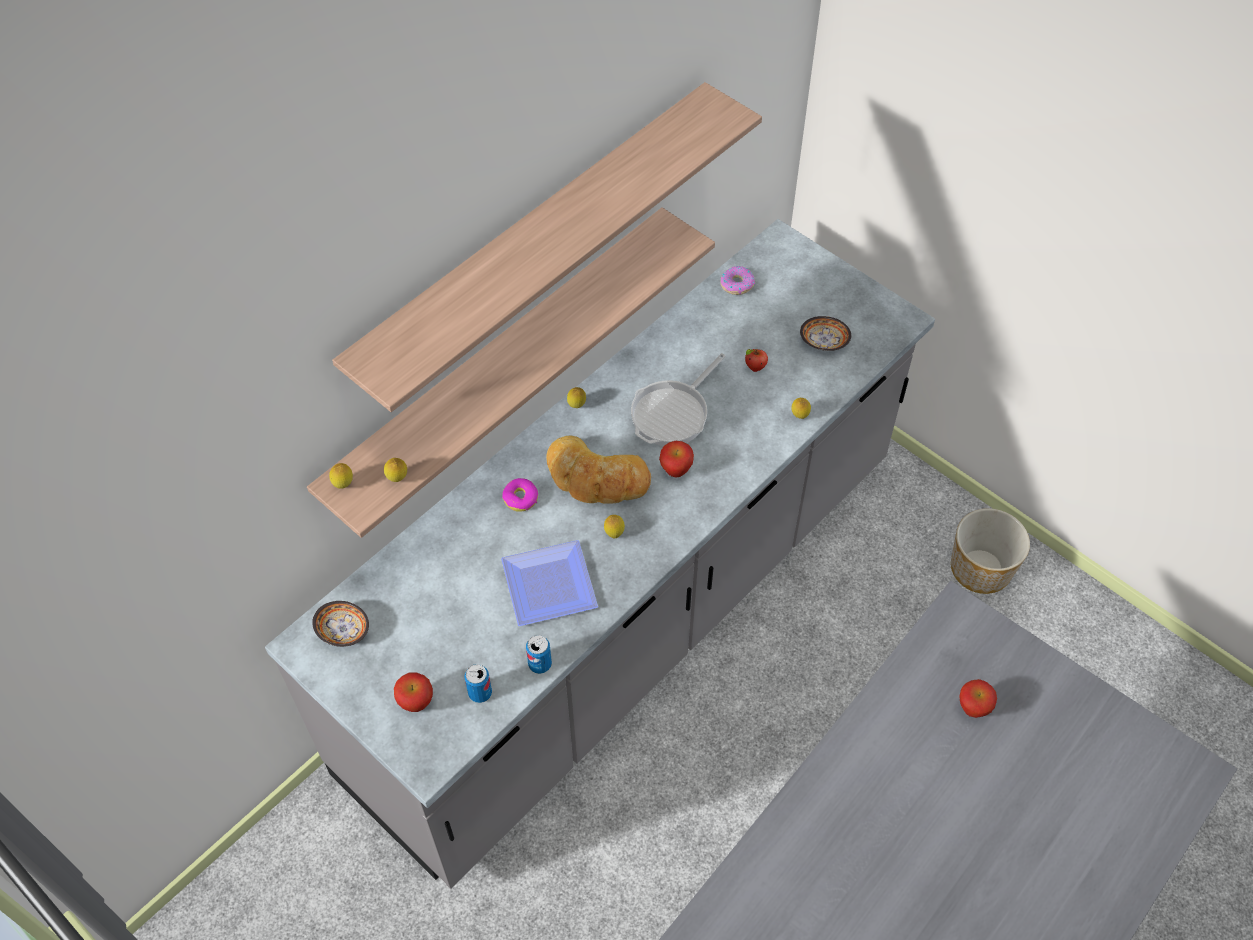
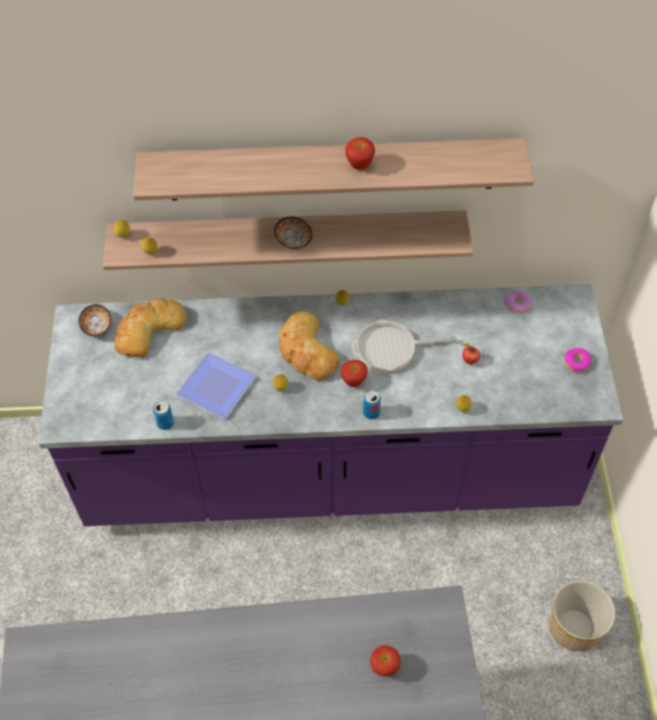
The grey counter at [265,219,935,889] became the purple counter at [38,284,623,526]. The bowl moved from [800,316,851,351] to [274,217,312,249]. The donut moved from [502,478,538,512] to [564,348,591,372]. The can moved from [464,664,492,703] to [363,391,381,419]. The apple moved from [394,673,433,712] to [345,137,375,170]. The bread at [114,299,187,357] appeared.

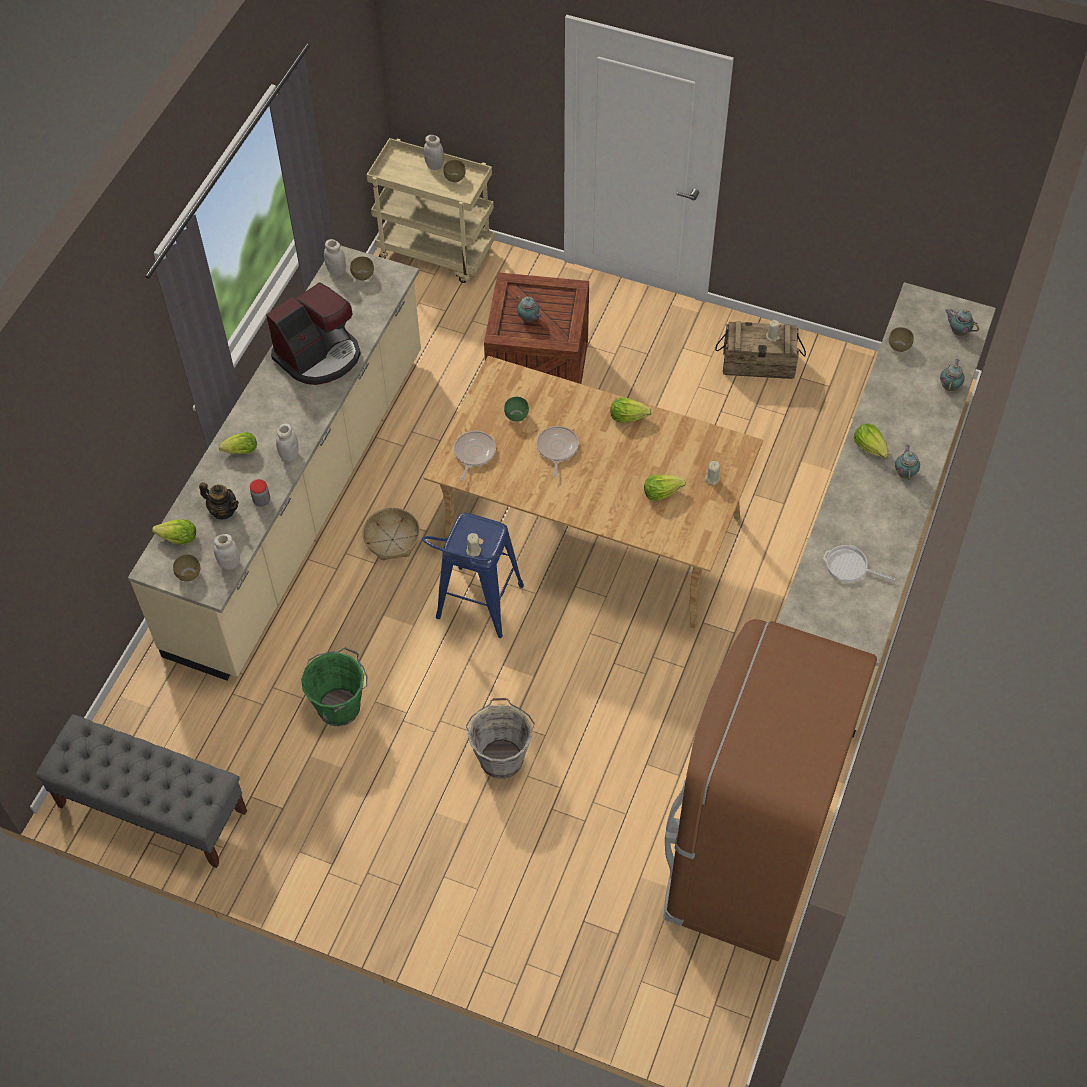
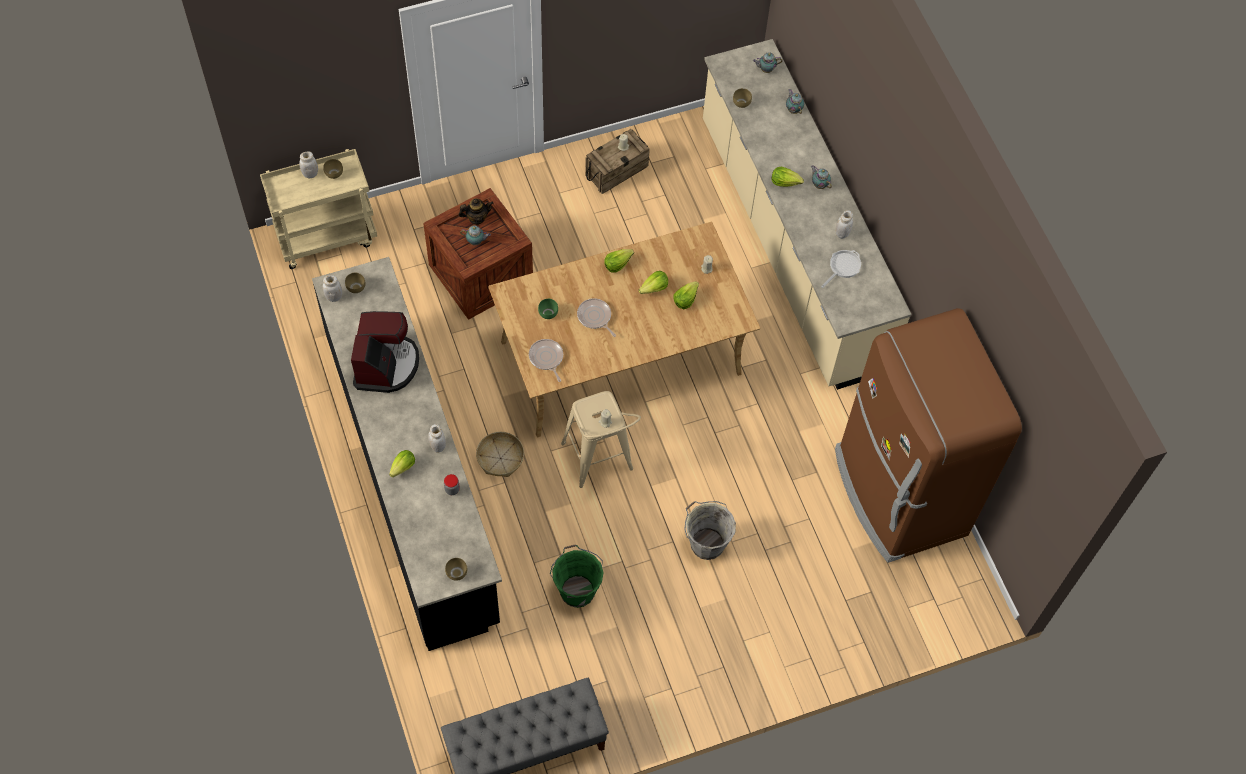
The beige counter at [128,245,421,681] became the black counter at [312,257,502,651]. The teapot moved from [199,482,239,519] to [458,199,493,225]. The blue stool at [422,513,524,638] became the beige stool at [561,391,641,488]. The lettuce moved from [152,519,196,545] to [638,271,668,294]. The white jar moved from [214,534,240,570] to [836,210,853,239]. The frying pan at [823,545,895,582] turned 150 degrees clockwise.

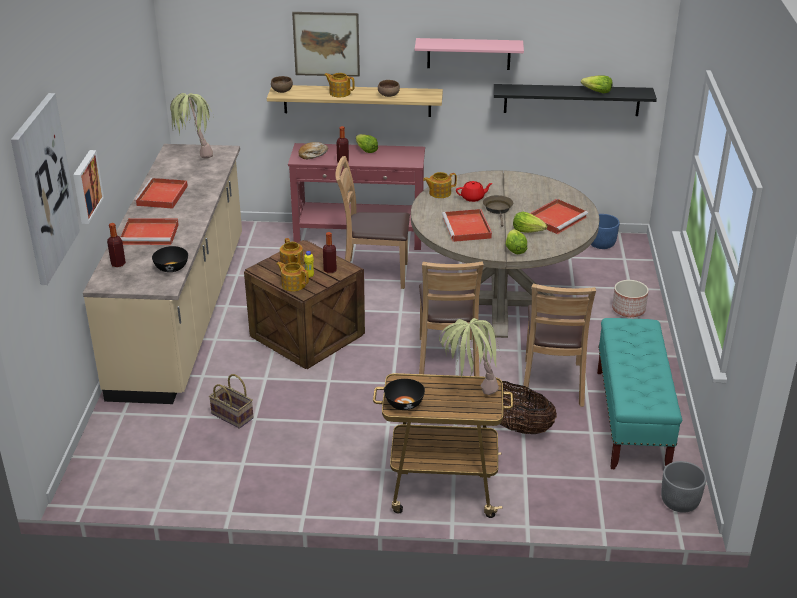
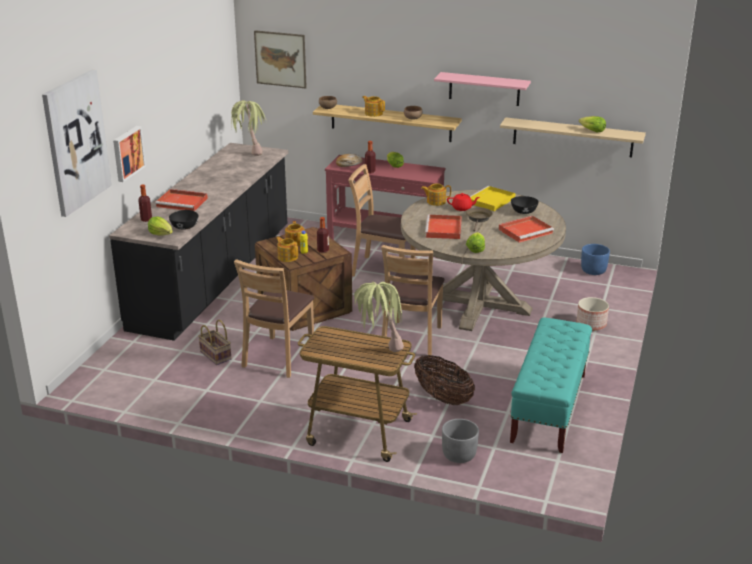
The picture moved from [292,12,360,77] to [254,30,307,88]. The black shelf at [494,84,657,116] became the beige shelf at [500,117,646,158]. The beige counter at [83,144,242,404] became the black counter at [109,143,288,341]. The red tray at [134,178,188,209] disappeared. The lettuce moved from [513,212,547,233] to [148,216,173,235]. The brown chair moved from [521,284,596,407] to [234,259,314,378]. The black bowl moved from [384,379,425,410] to [511,196,539,214]. The grey planter moved from [661,461,706,513] to [442,419,479,463]. The yellow tray at [470,186,515,211] appeared.

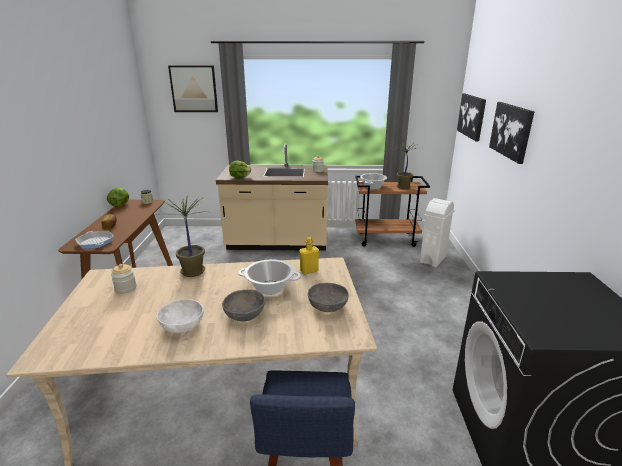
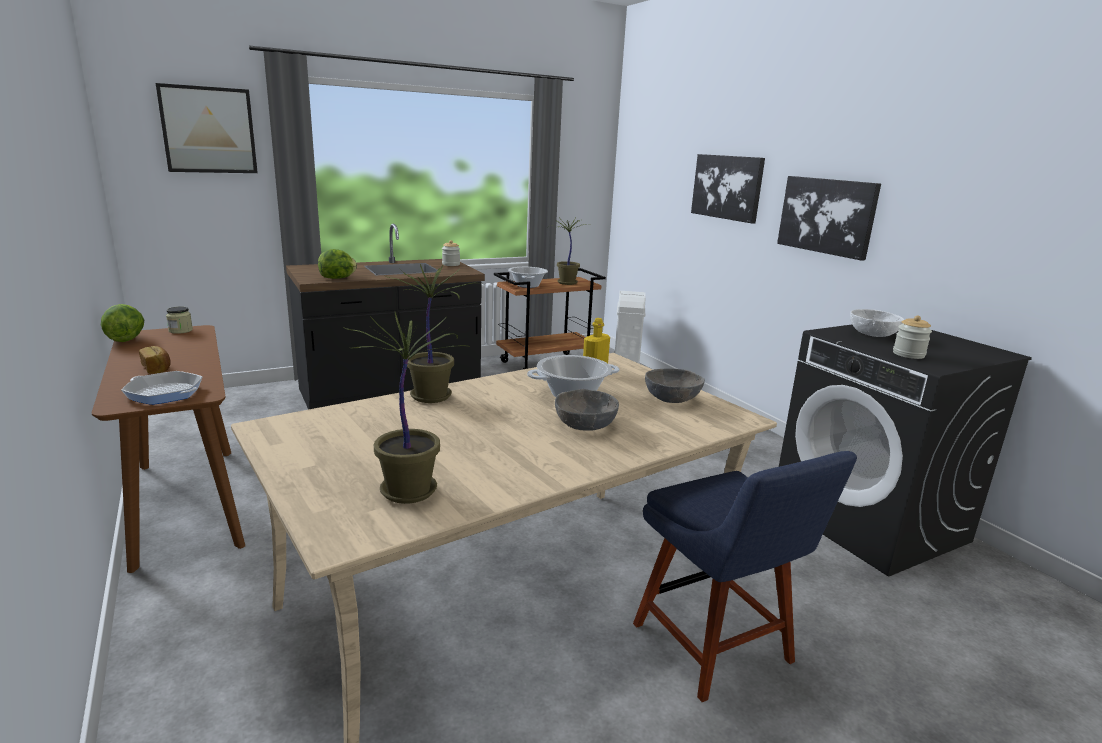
The picture moved from [457,93,486,141] to [777,176,881,261]. The beige counter at [216,144,328,251] became the black counter at [286,224,485,410]. The jar moved from [111,264,137,294] to [893,315,932,359]. The white bowl moved from [156,299,204,333] to [850,309,904,337]. The potted plant at [344,312,467,504] appeared.

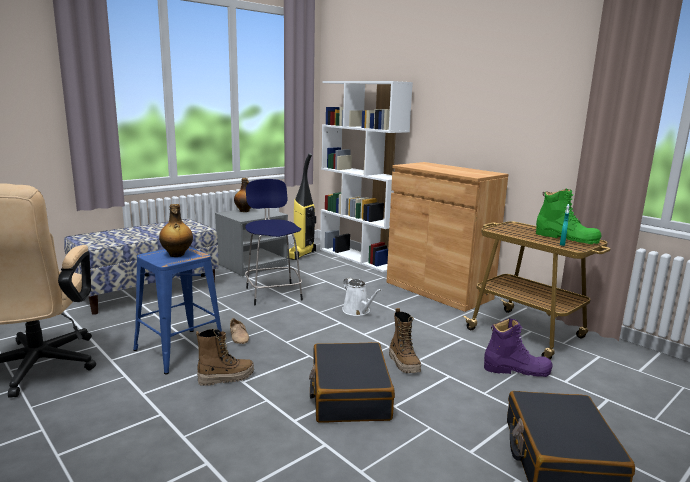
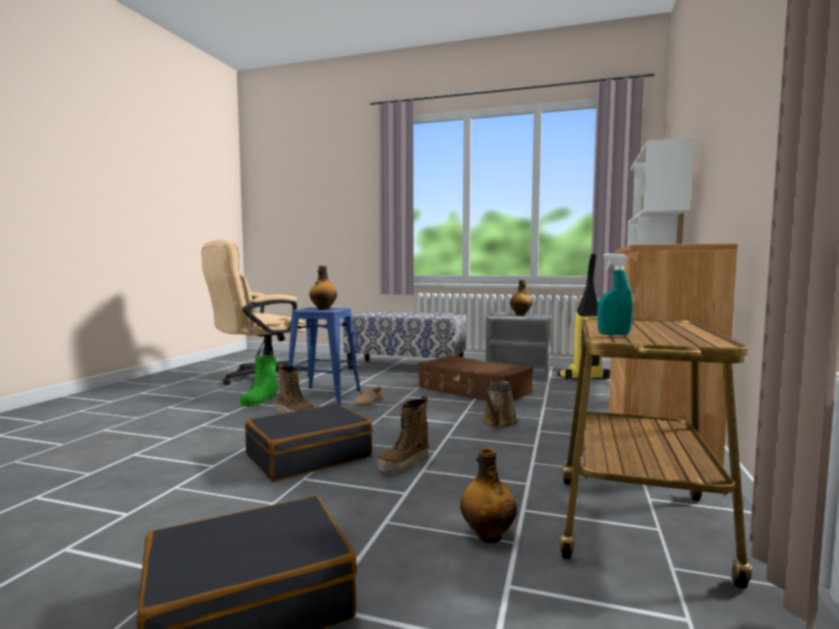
The blue stool at [245,179,303,305] was replaced by the brown suitcase at [418,355,533,401]. The green boot moved from [536,189,601,244] to [240,355,277,407]. The white watering can at [342,278,381,316] became the brown watering can at [482,381,518,428]. The purple boot at [484,318,553,377] was replaced by the bottle at [460,448,517,543].

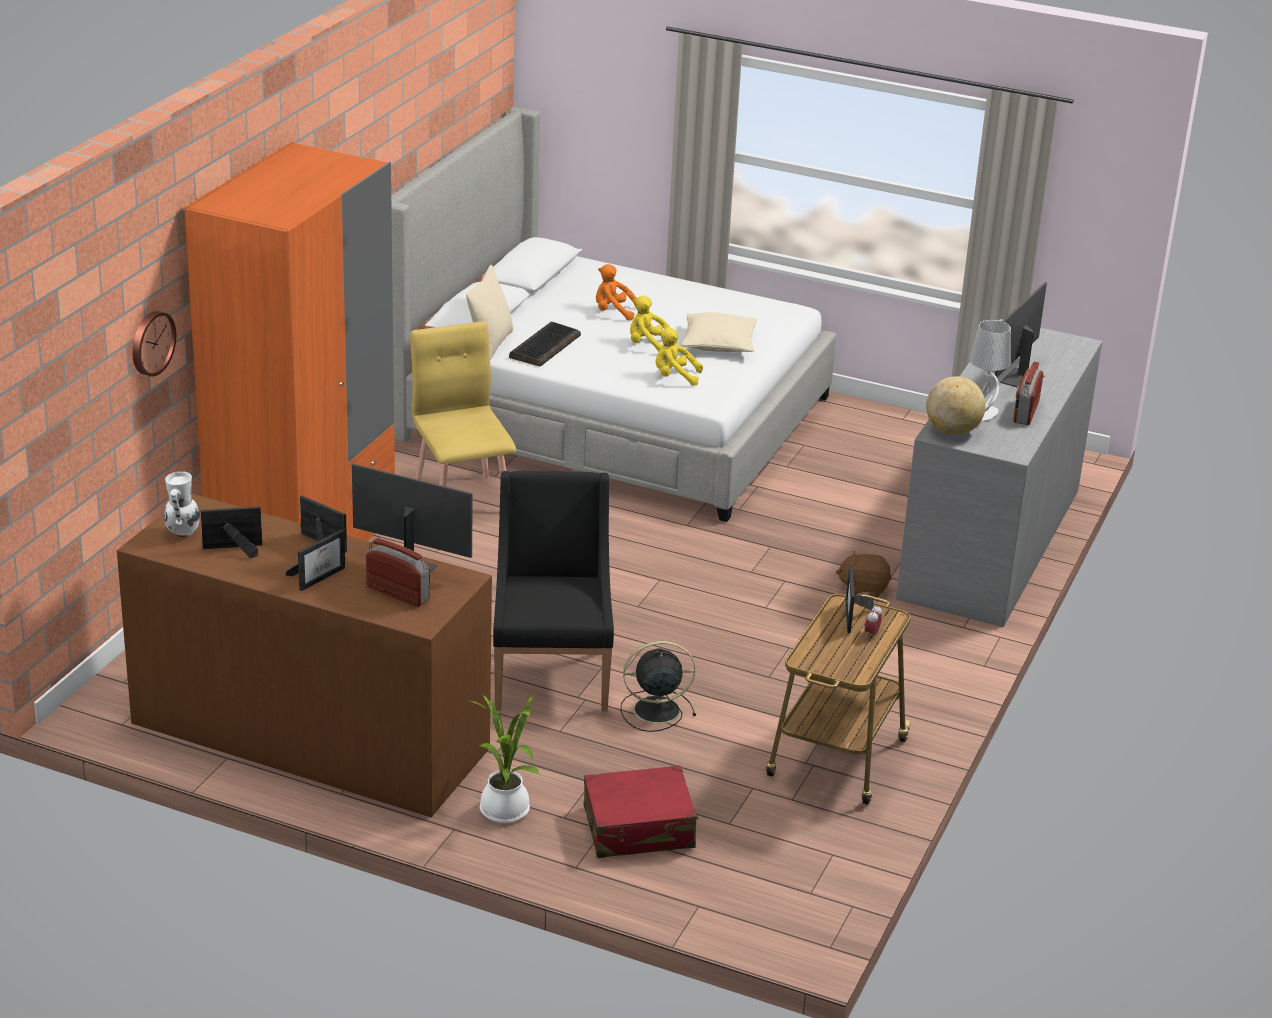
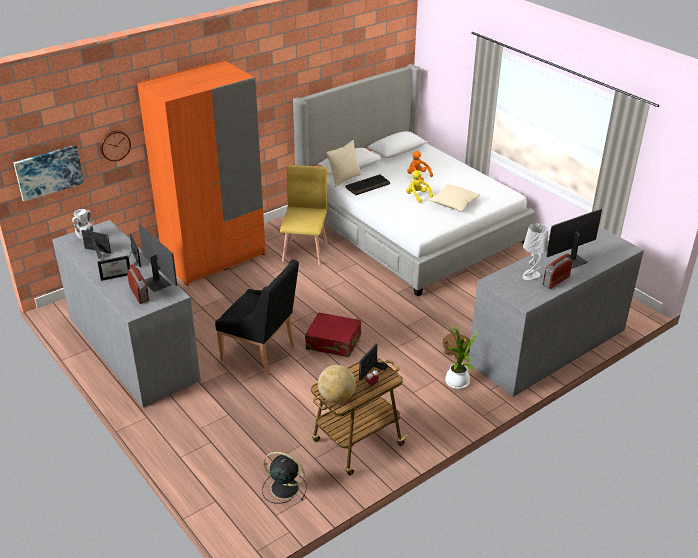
The yellow plush toy at [655,327,703,386] disappeared. The globe moved from [926,376,986,435] to [318,365,356,403]. The black armchair at [493,471,614,711] turned 90 degrees clockwise. The brown dresser at [117,494,492,817] became the grey dresser at [52,220,201,407]. The black fan moved from [620,641,696,732] to [262,452,306,503]. The potted plant moved from [469,693,540,823] to [445,325,479,389]. The red suitcase moved from [584,765,699,858] to [305,312,361,358]. The picture at [13,145,84,202] appeared.

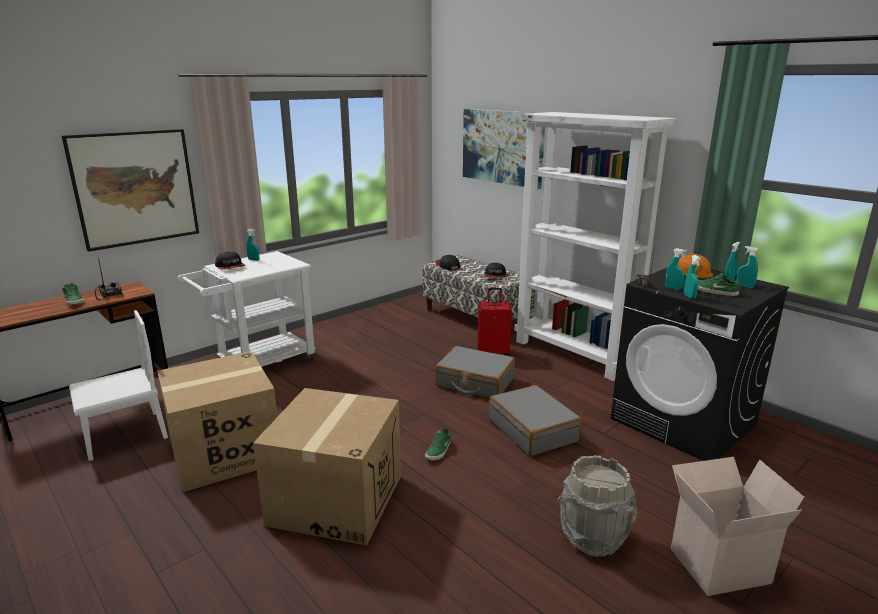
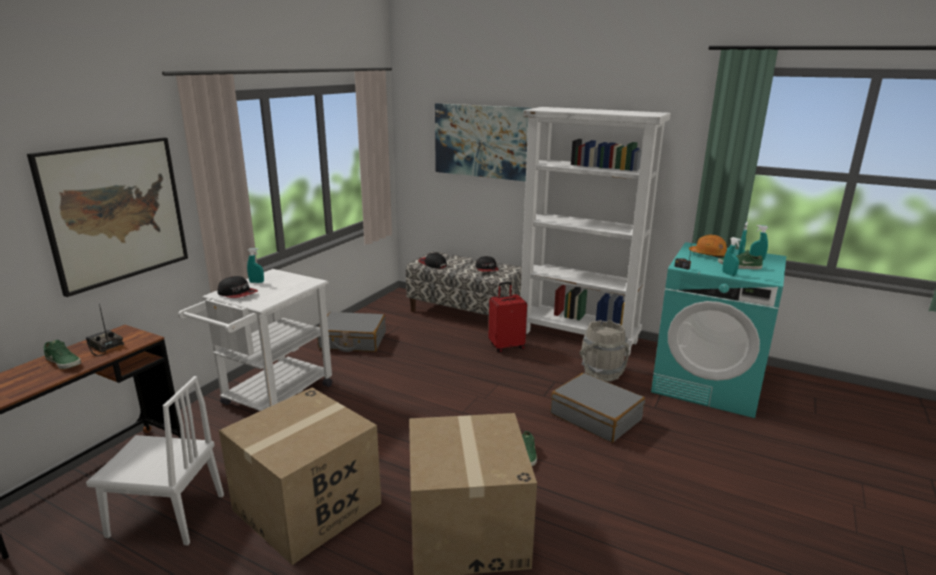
The turquoise spray bottle at [665,248,686,290] disappeared. The black washing machine at [610,267,789,461] became the turquoise washing machine at [651,242,786,418]. The white chair at [69,310,168,461] turned 60 degrees clockwise. The grey suitcase moved from [435,346,515,399] to [317,312,386,352]. The grey bucket moved from [557,455,638,557] to [580,320,629,382]. The cardboard box at [671,457,804,596] disappeared.

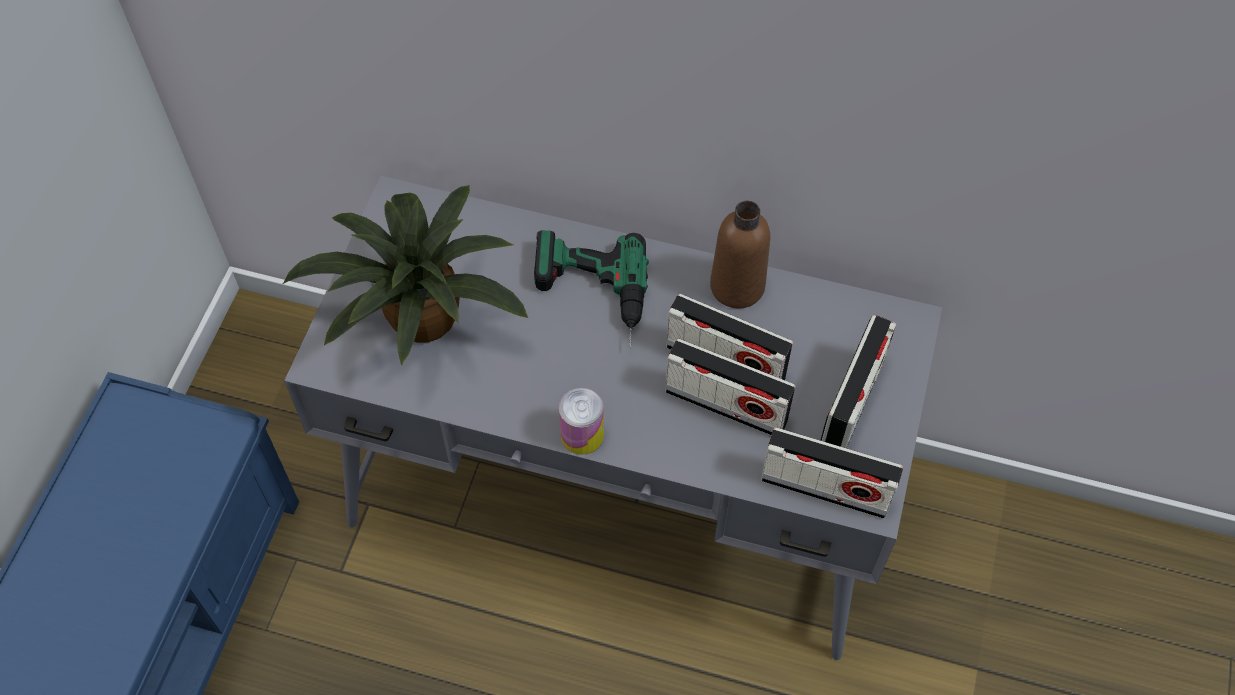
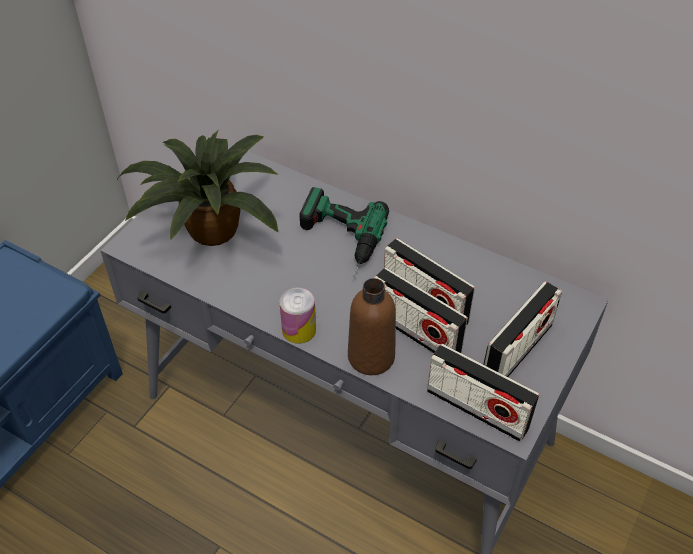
The brown bottle moved from [710,201,770,308] to [348,278,396,375].

